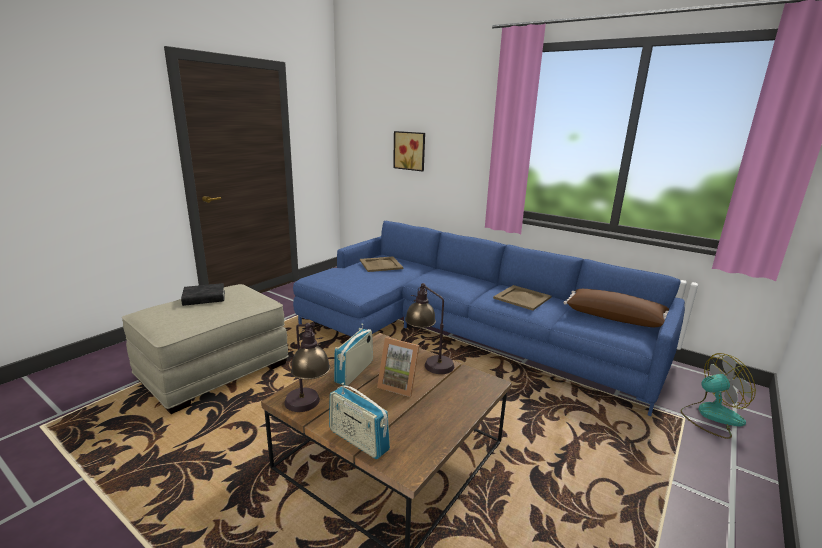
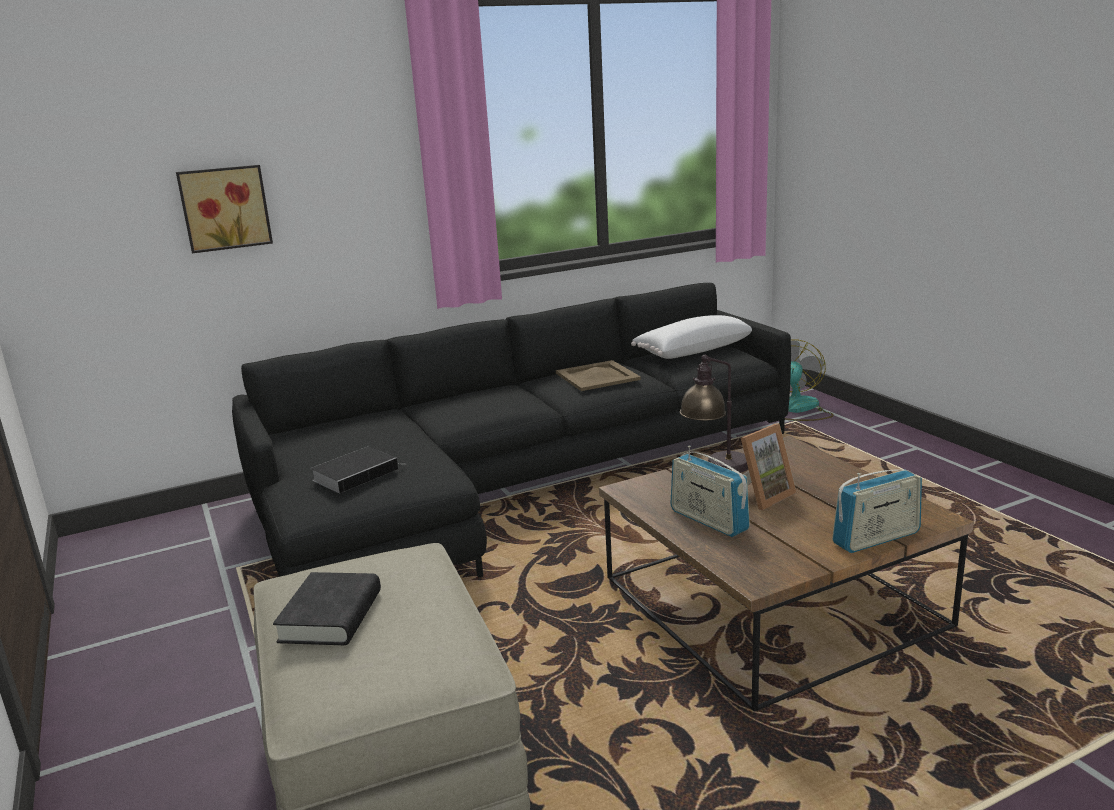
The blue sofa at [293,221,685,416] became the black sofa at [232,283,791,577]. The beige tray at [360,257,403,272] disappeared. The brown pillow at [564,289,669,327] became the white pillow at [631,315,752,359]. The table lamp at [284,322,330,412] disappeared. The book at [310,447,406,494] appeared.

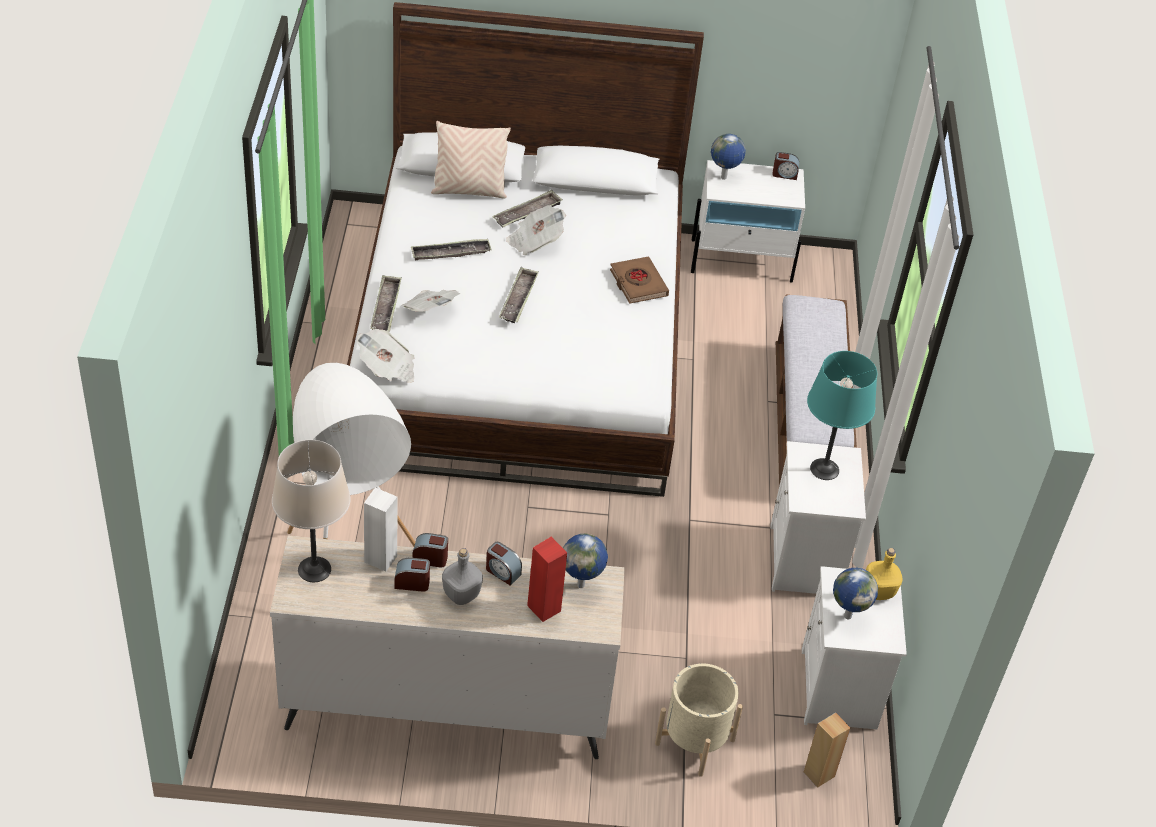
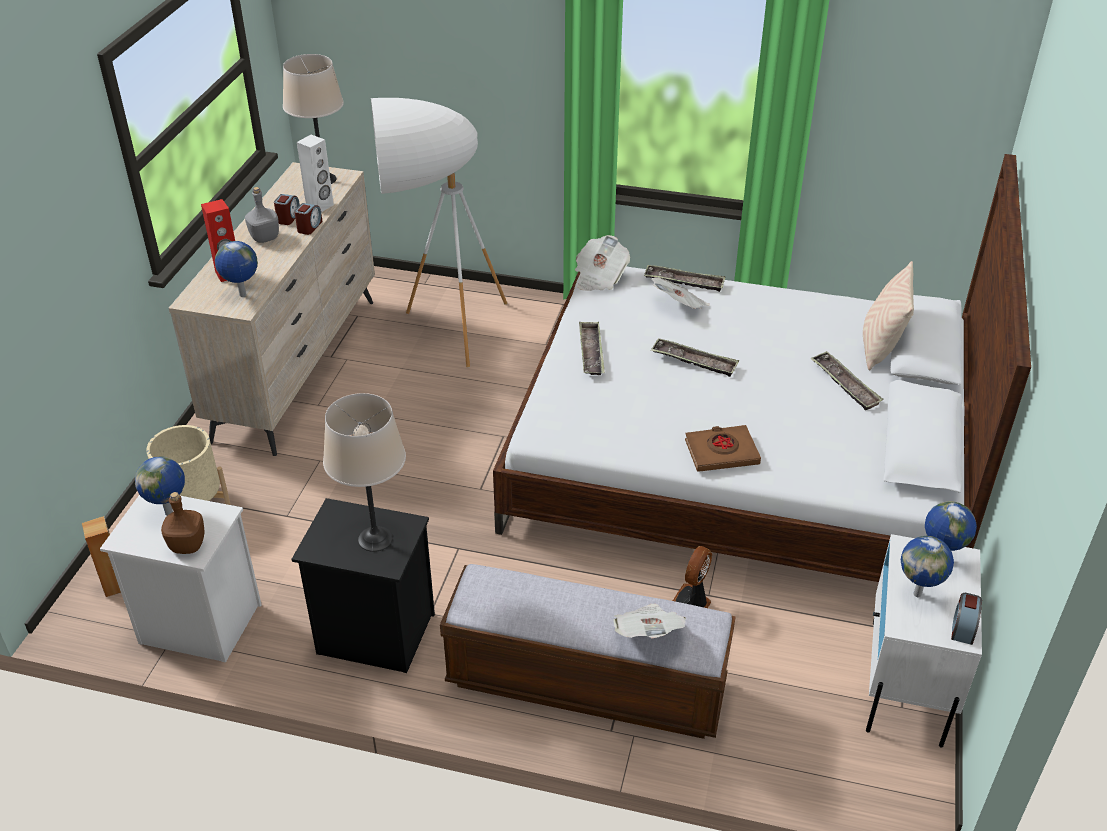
The newspaper moved from [506,205,566,255] to [613,604,686,638]. The tray moved from [411,239,492,260] to [579,321,605,375]. The turquoise table lamp at [807,351,877,480] became the beige table lamp at [323,393,406,552]. The white nightstand at [771,441,866,594] became the black nightstand at [292,498,435,673]. The alarm clock at [486,542,522,586] disappeared. The yellow bottle at [866,548,903,600] became the brown bottle at [161,492,205,554]. The globe at [901,536,954,597] appeared. The fan at [673,546,712,608] appeared.

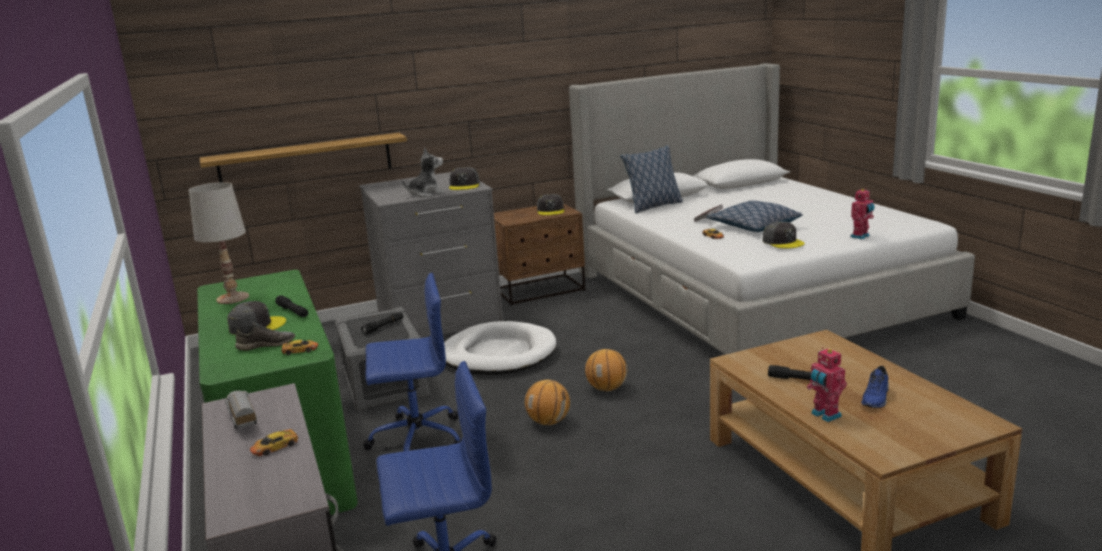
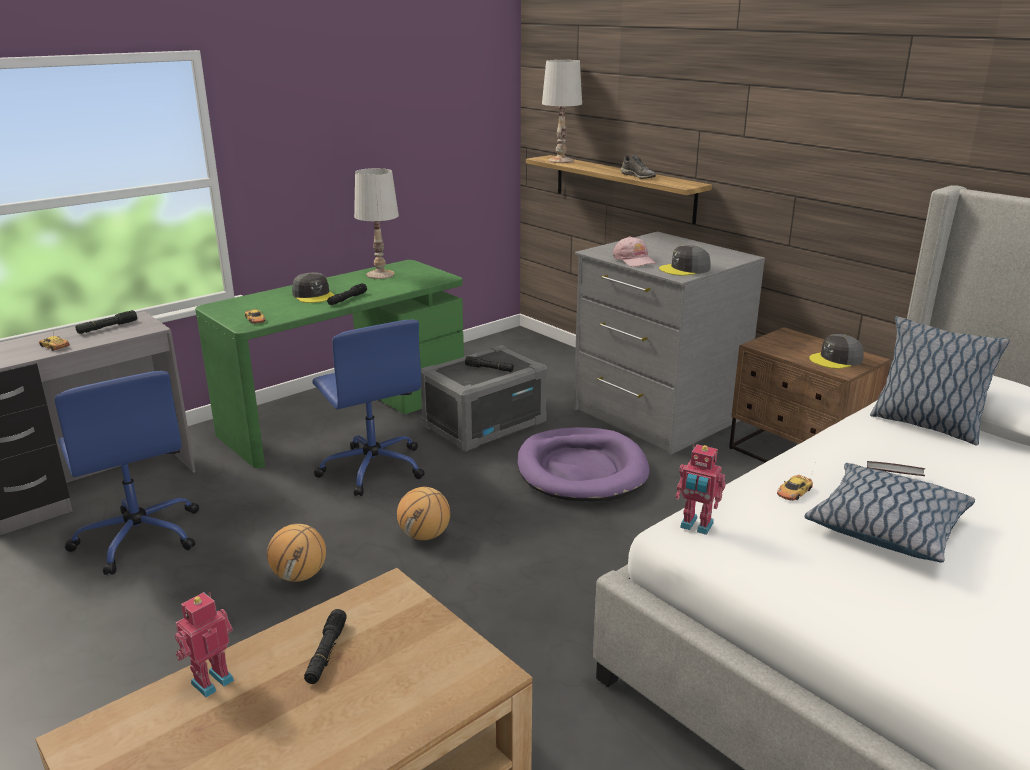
The plush toy at [402,148,445,197] was replaced by the pink cap at [613,236,656,267]. The toy robot moved from [850,188,875,240] to [676,444,725,535]. The grey cap at [763,222,805,249] disappeared. The white dog bed at [444,321,557,375] became the purple dog bed at [517,427,649,501]. The grey shoe moved from [235,322,295,351] to [620,155,656,179]. The basketball moved from [585,349,627,391] to [267,524,326,582]. The blue shoe at [861,366,889,408] disappeared. The toy truck at [224,390,257,429] was replaced by the black flashlight at [75,310,137,334]. The white table lamp at [542,60,582,163] appeared.

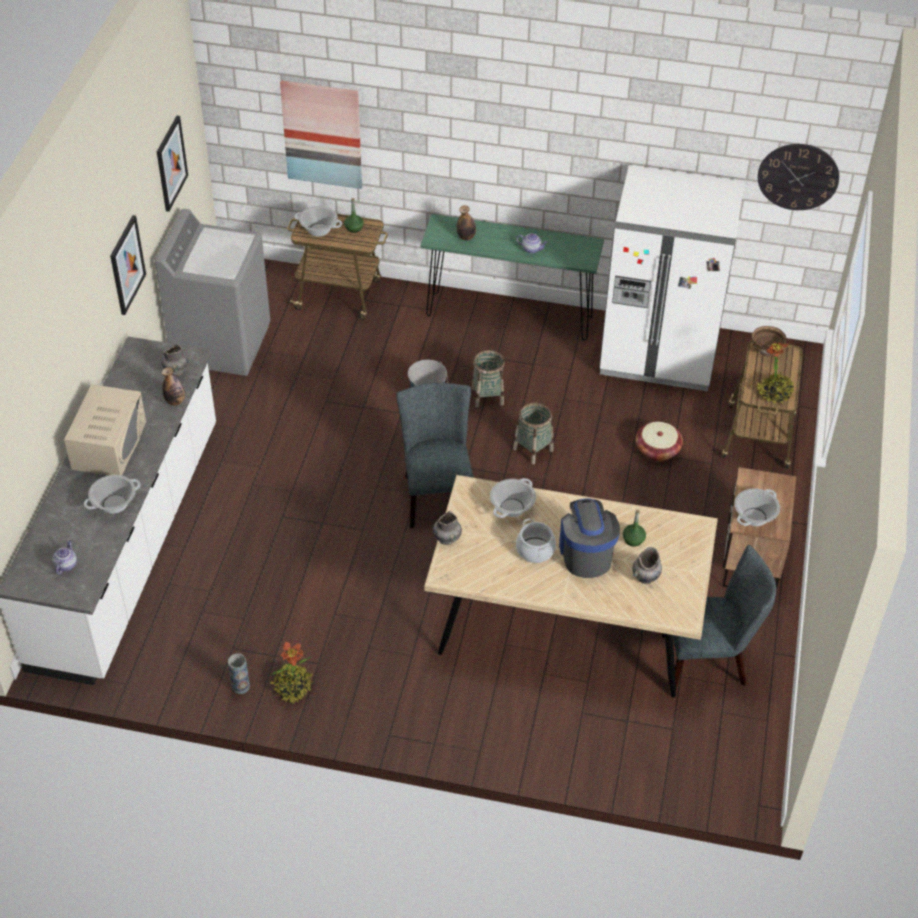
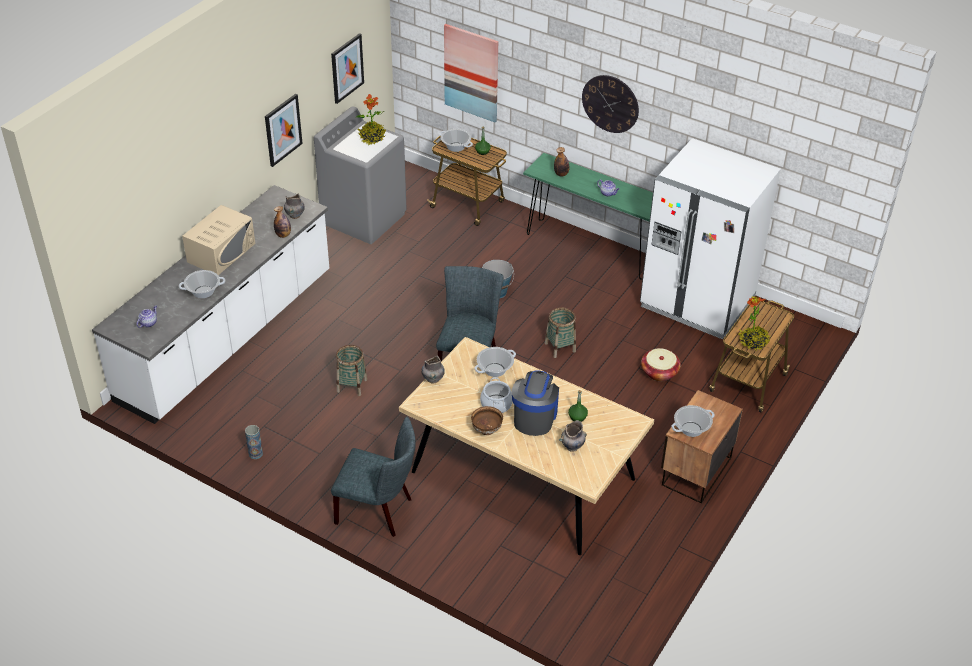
The wall clock moved from [758,144,839,210] to [582,75,639,133]. The brown bowl moved from [752,326,786,356] to [471,406,503,435]. The basket moved from [472,350,505,408] to [336,345,367,396]. The grey chair moved from [662,545,776,688] to [331,417,416,537]. The potted plant moved from [270,641,313,704] to [356,94,386,145].

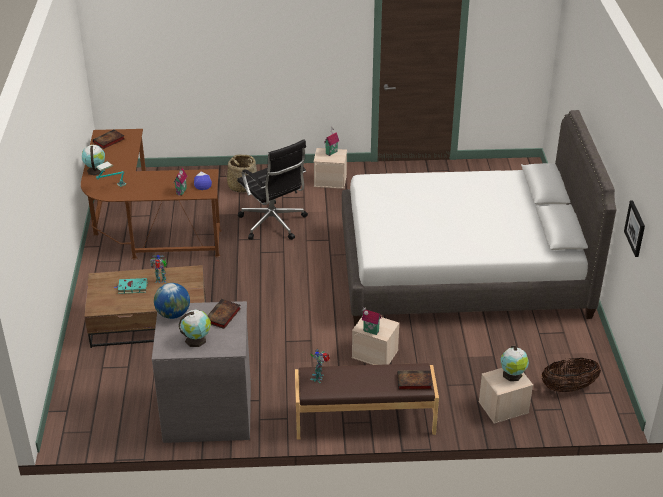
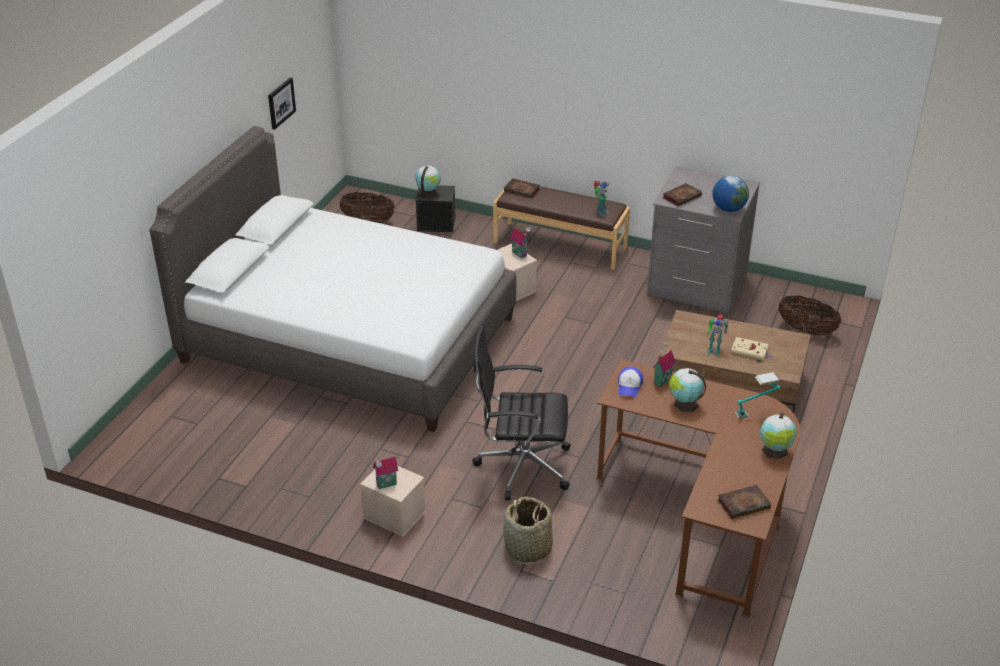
The black office chair at [237,139,308,240] turned 75 degrees counterclockwise. The turquoise book at [114,278,148,294] became the beige book at [731,337,772,360]. The globe moved from [179,310,211,347] to [669,368,706,412]. The beige storage box at [479,368,533,424] became the black storage box at [415,185,456,232]. The basket at [778,295,841,336] appeared.

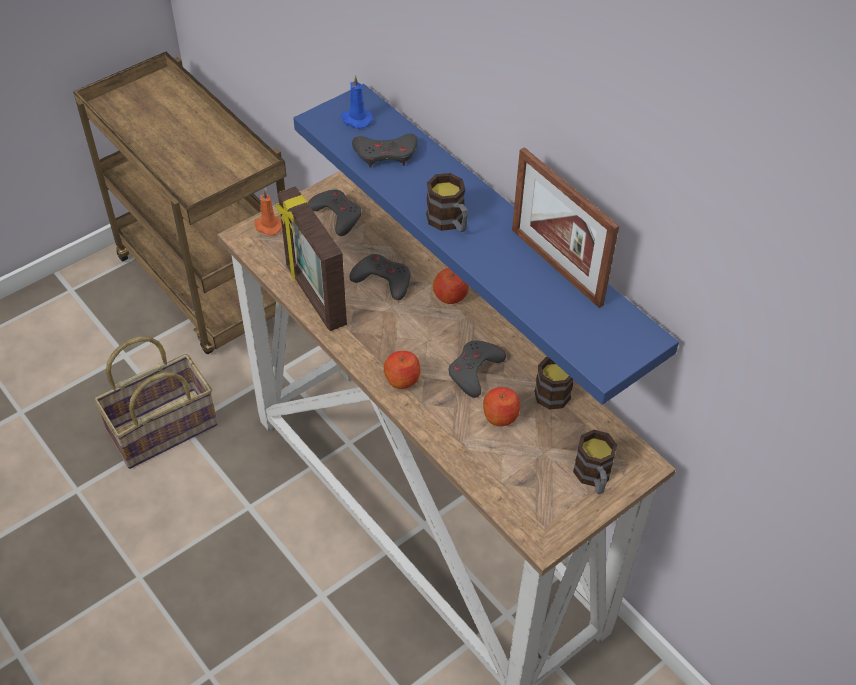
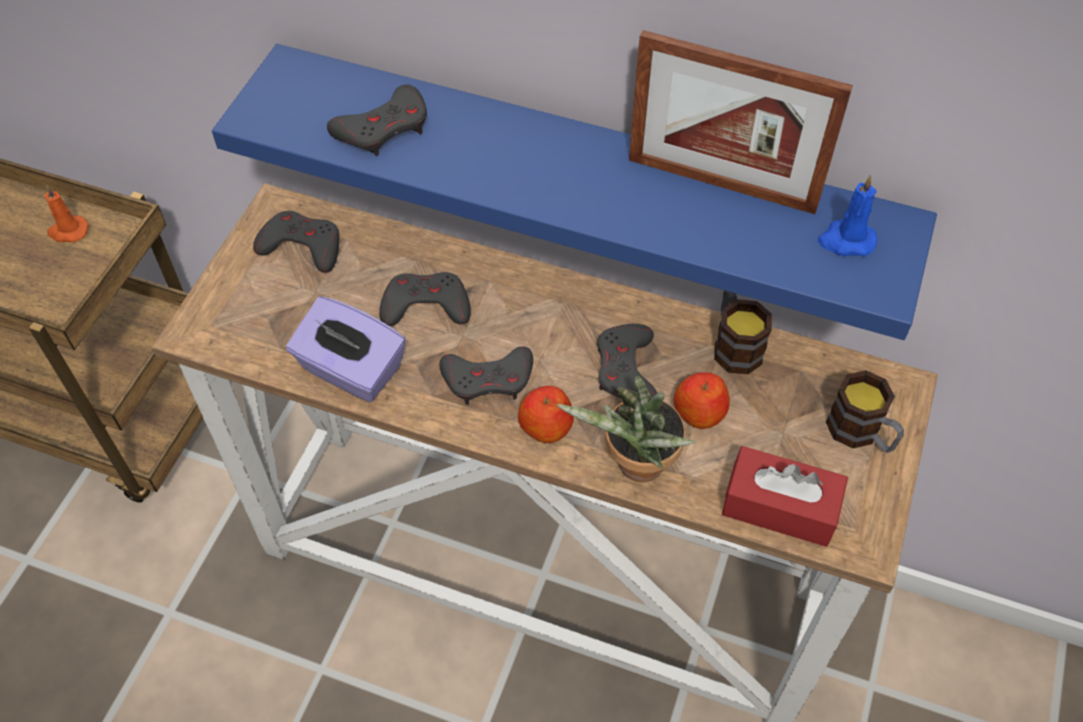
The blue candle moved from [341,75,373,129] to [818,175,877,256]. The mug at [426,173,468,232] disappeared. The picture frame at [276,186,347,331] was replaced by the purple tissue box at [286,296,406,402]. The orange candle moved from [254,189,282,236] to [44,185,89,242]. The apple at [433,268,469,304] disappeared. The basket at [94,336,218,469] disappeared. The grey game controller at [439,346,533,405] appeared. The potted plant at [557,376,695,482] appeared. The red tissue box at [722,446,848,547] appeared.

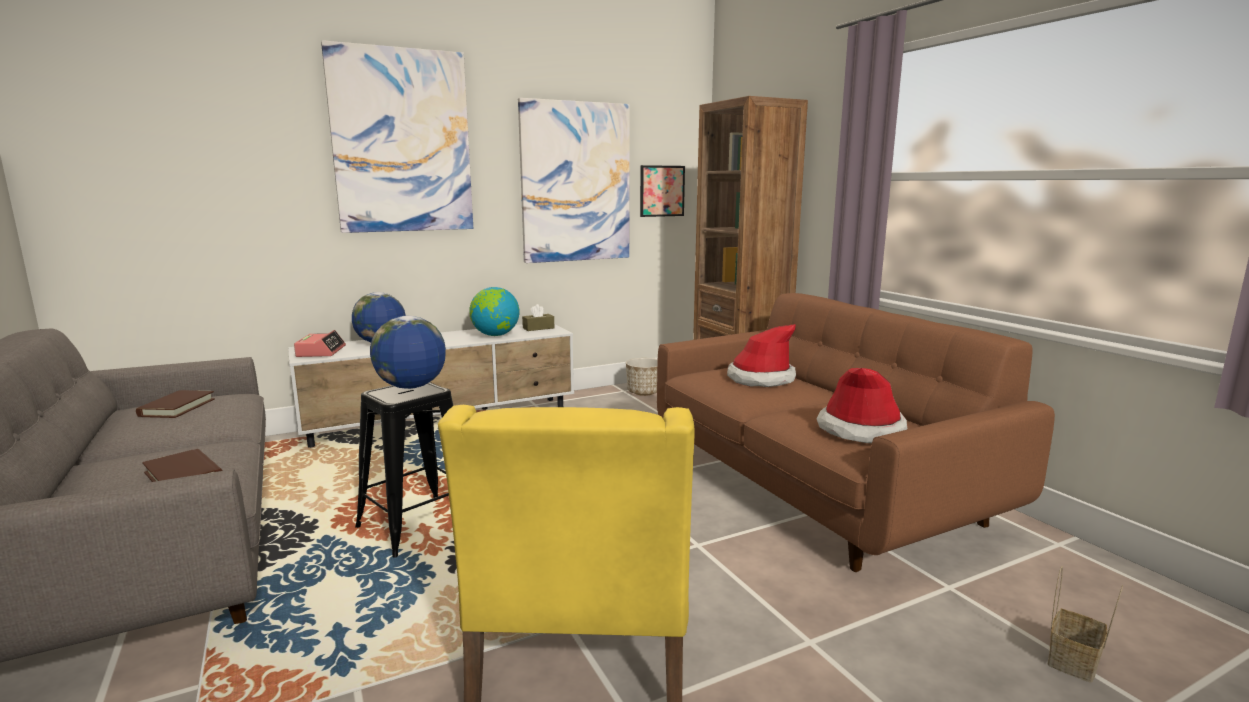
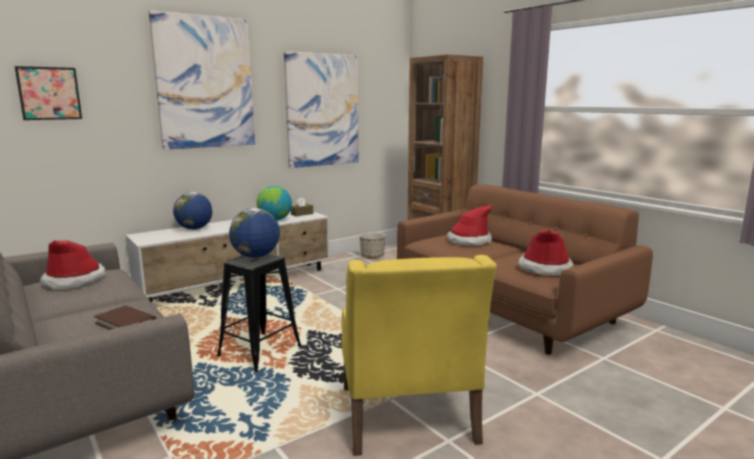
The picture moved from [640,165,685,217] to [15,66,82,120]. The alarm clock at [294,330,346,357] disappeared. The brown book at [136,390,215,418] was replaced by the hat at [40,240,106,289]. The basket at [1048,566,1123,683] disappeared.

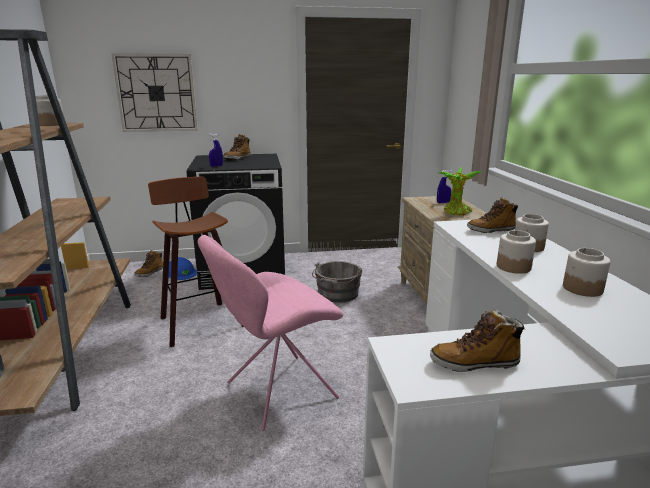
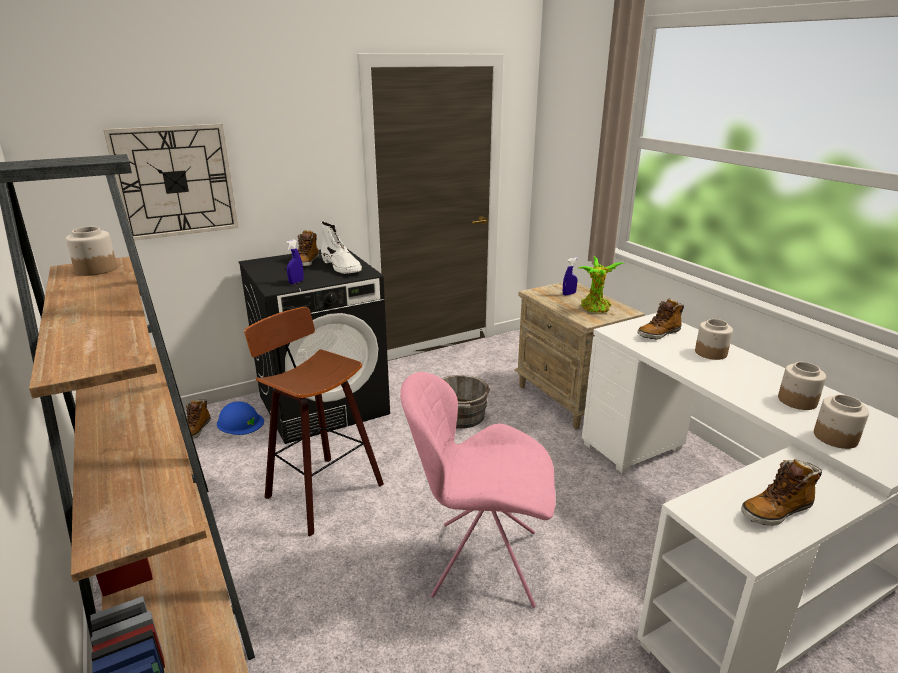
The jar moved from [497,230,536,274] to [814,394,869,449]. The pink chair at [198,235,343,431] turned 60 degrees clockwise. The white boot at [320,221,362,274] appeared.

